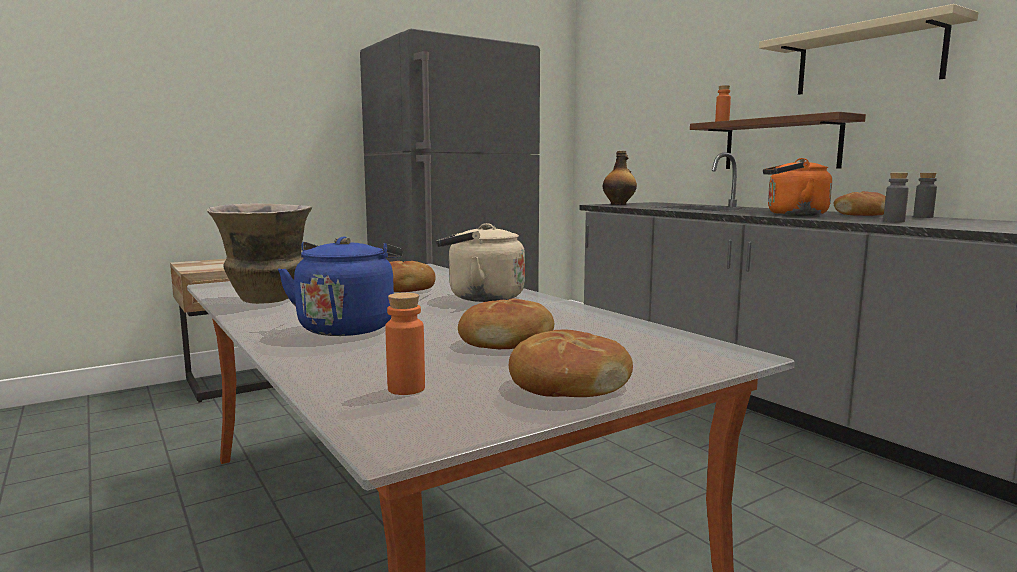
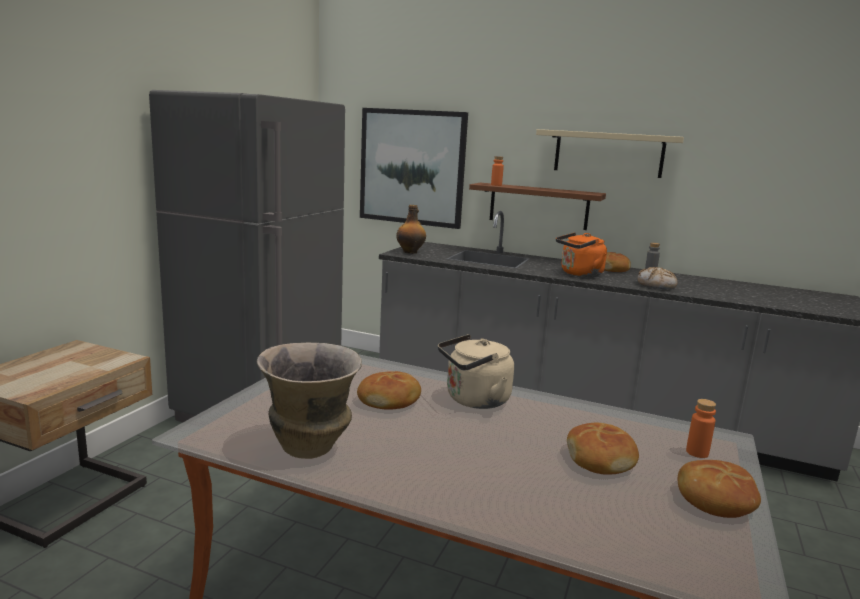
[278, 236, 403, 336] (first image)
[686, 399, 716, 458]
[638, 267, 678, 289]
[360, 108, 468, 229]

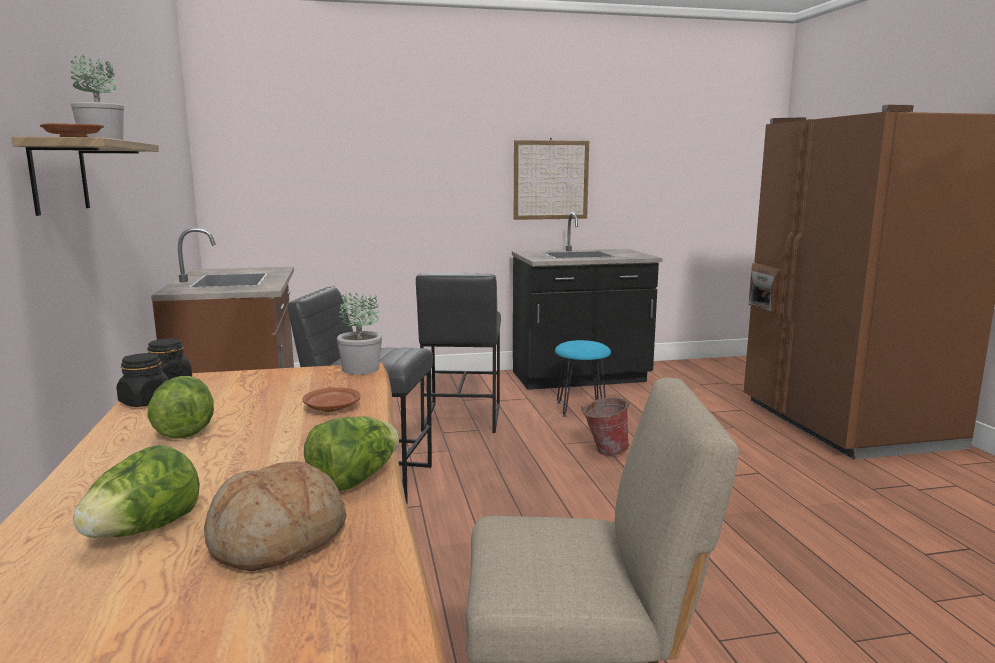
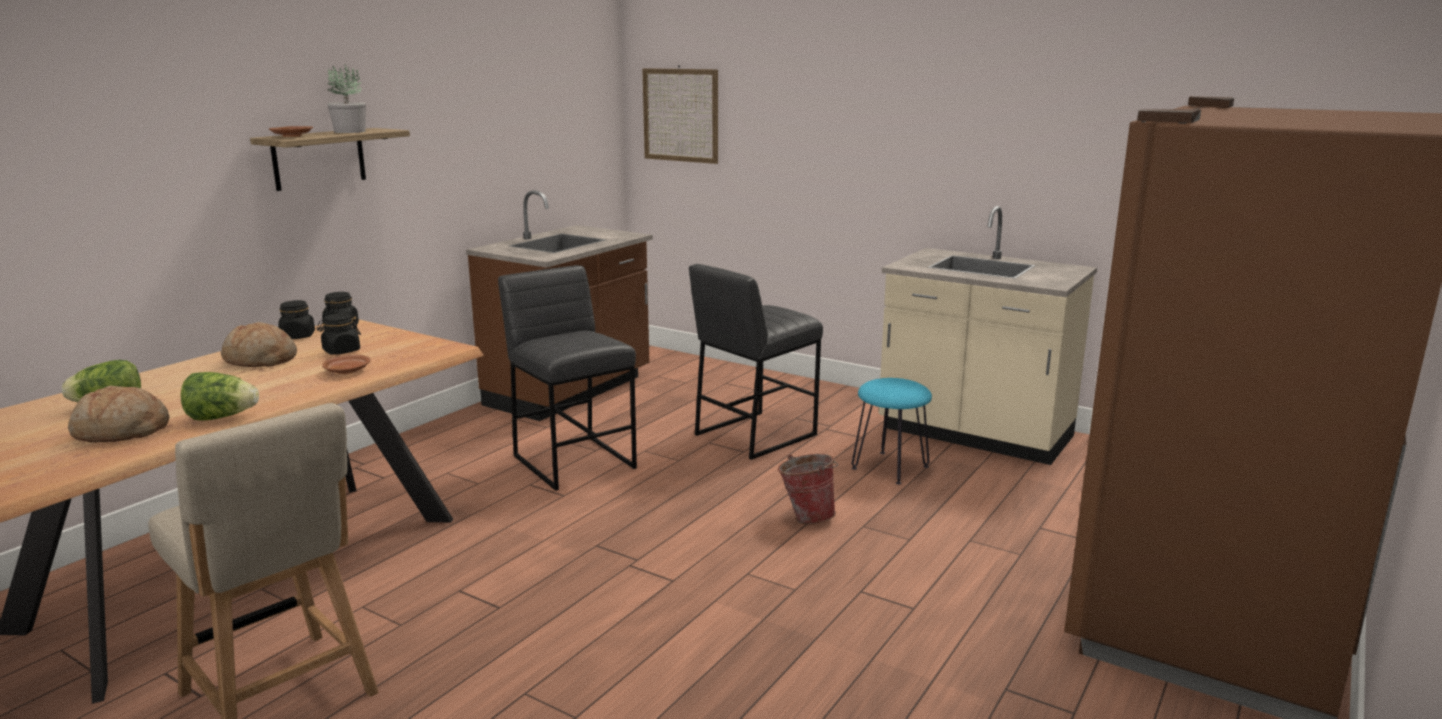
[221, 322, 297, 367]
[337, 293, 382, 375] (first image)
[878, 206, 1097, 465]
[642, 65, 718, 164]
[316, 313, 361, 355]

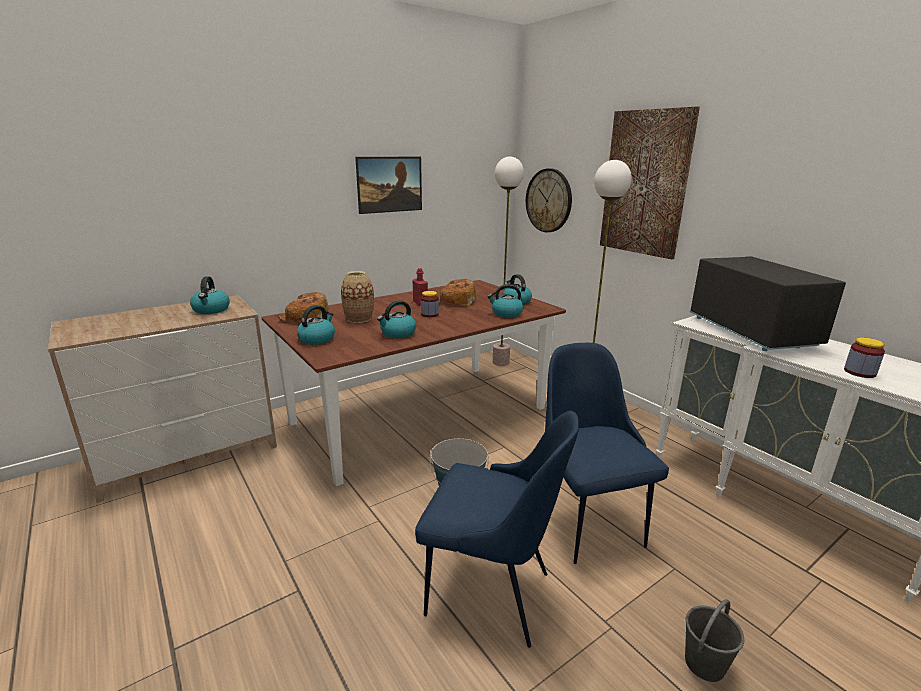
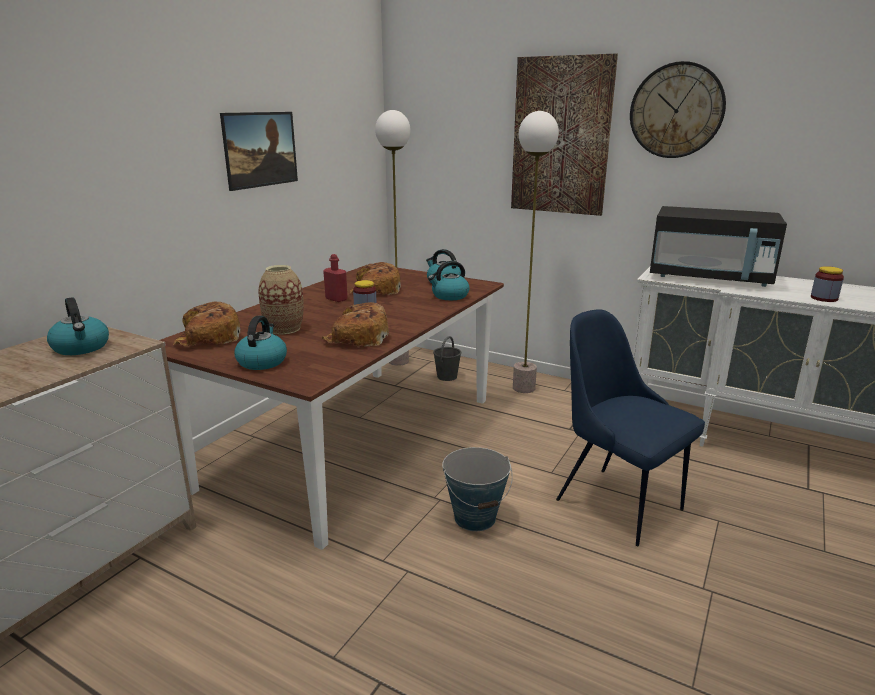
[322, 302, 389, 347]
[415, 411, 579, 648] (first image)
[630, 61, 726, 158]
[433, 336, 461, 381]
[650, 206, 787, 287]

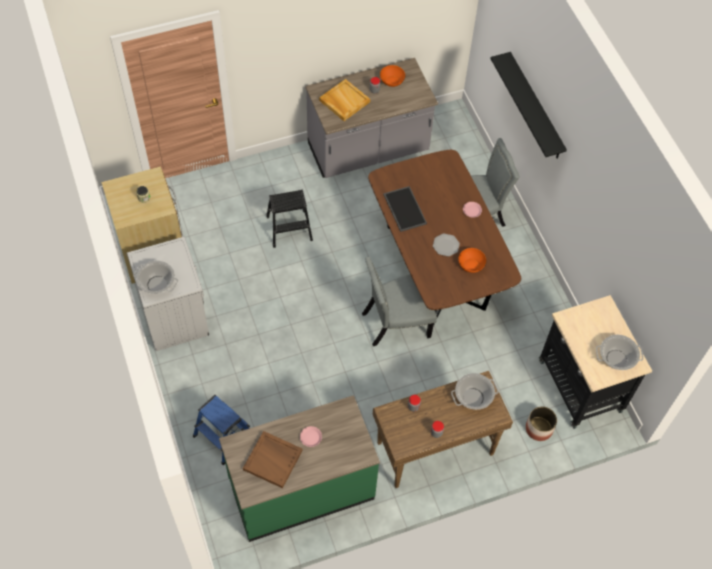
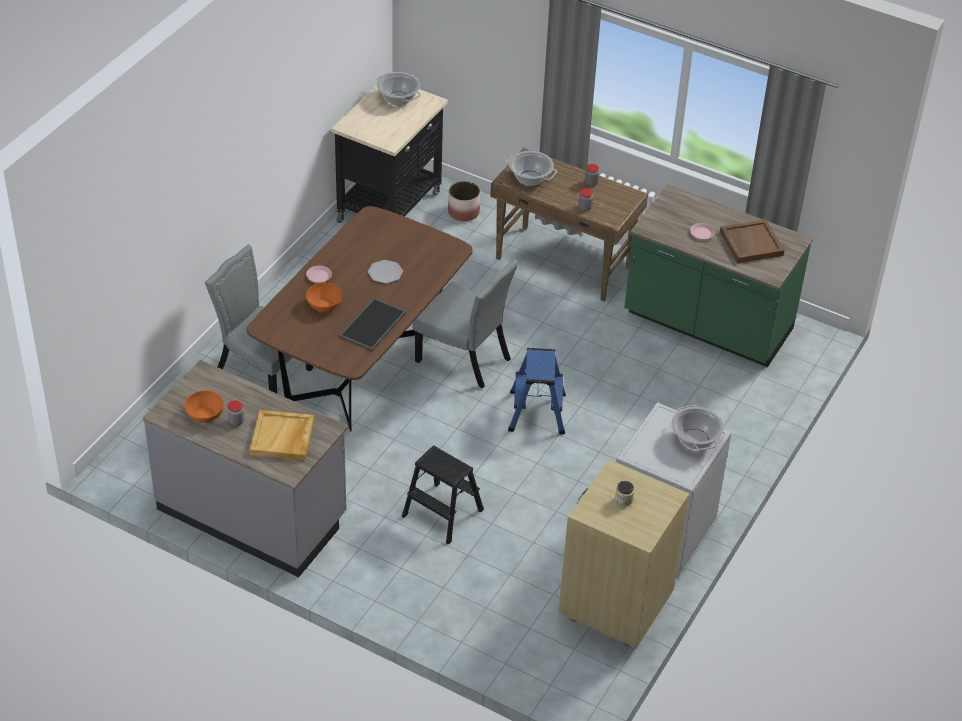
[508, 348, 566, 435]
[306, 283, 343, 312]
[490, 52, 567, 159] (first image)

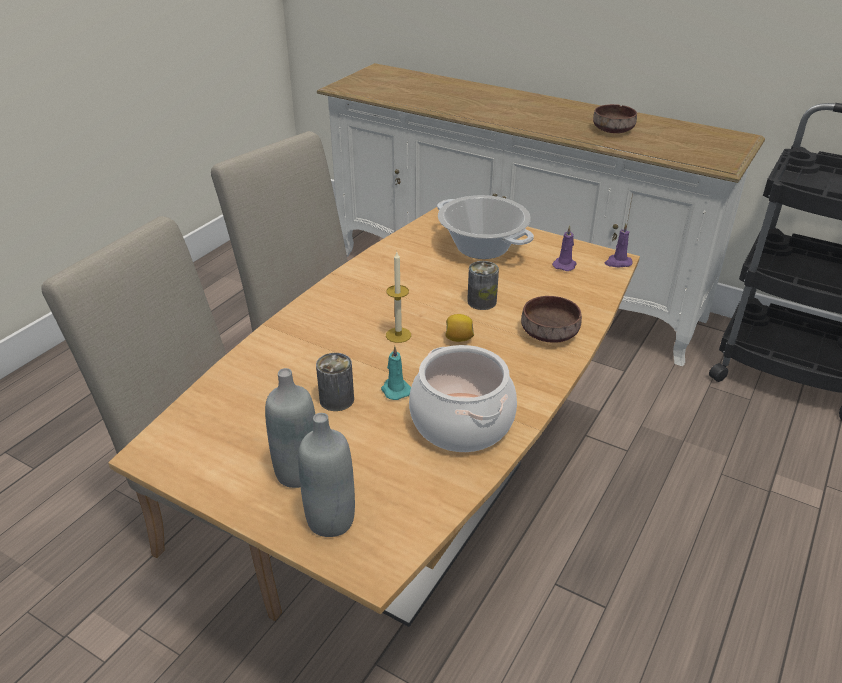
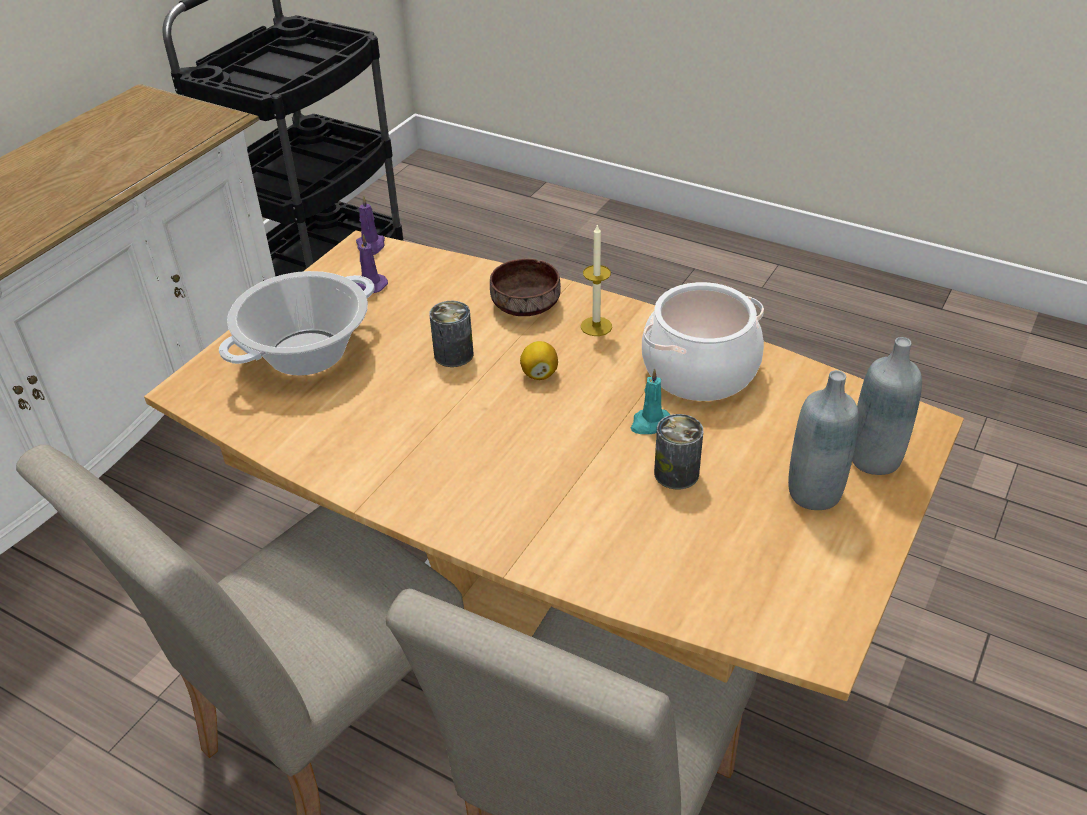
[581, 224, 612, 336]
[593, 104, 637, 133] (first image)

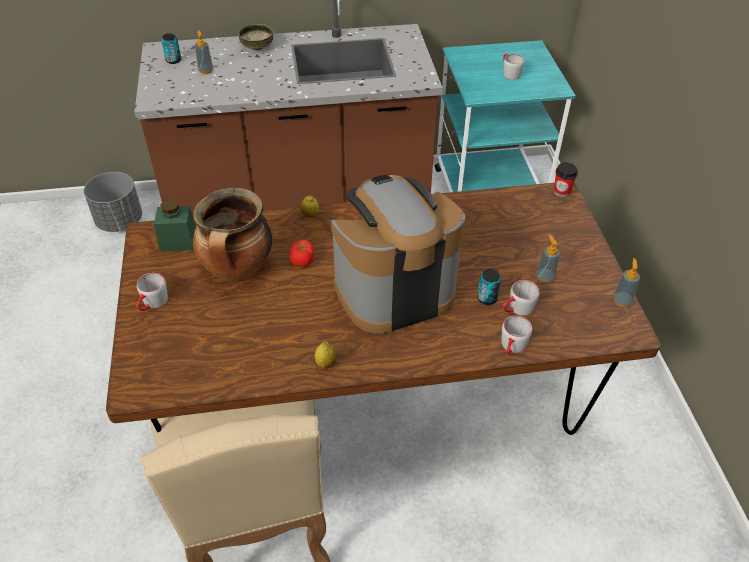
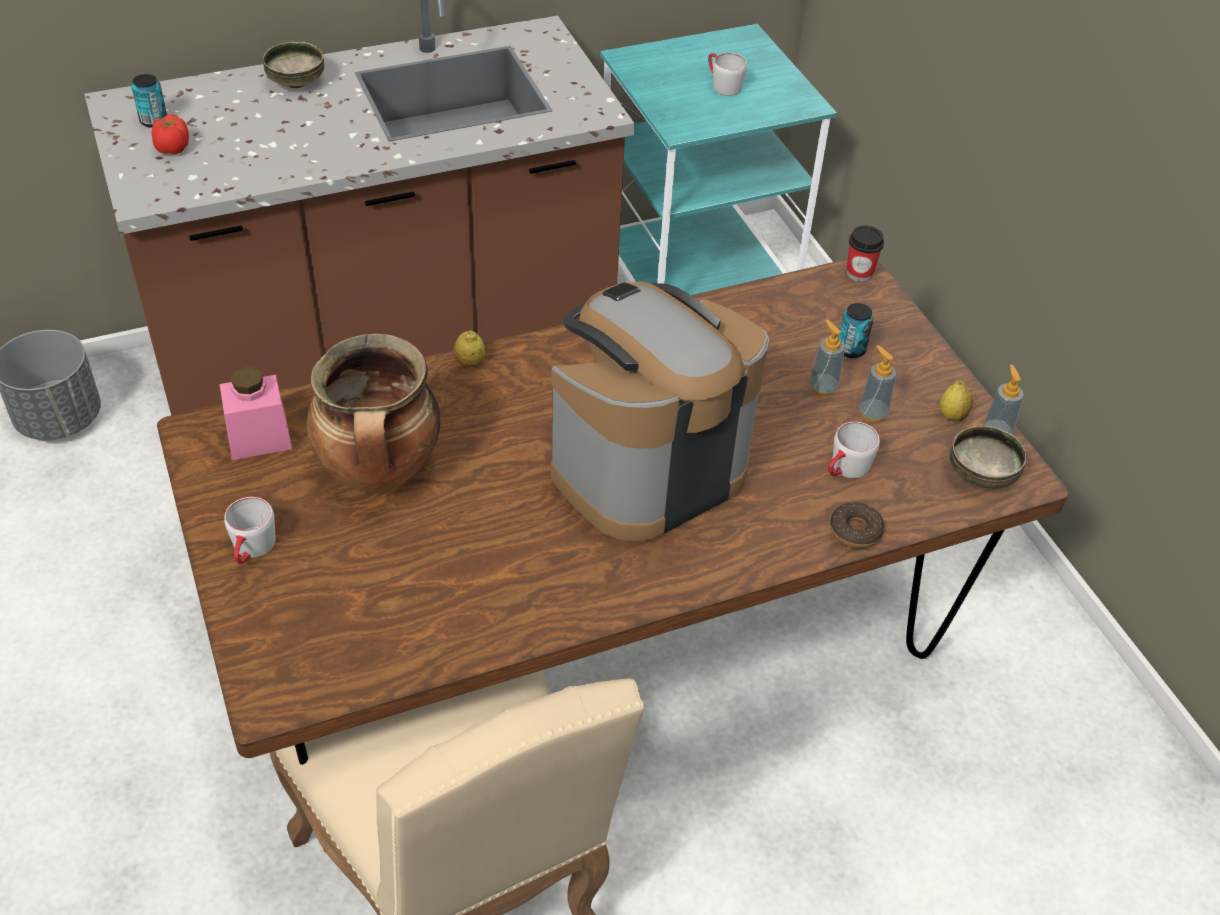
[219, 367, 292, 460]
[809, 320, 845, 396]
[152, 114, 189, 154]
[940, 380, 973, 421]
[838, 303, 874, 358]
[830, 502, 884, 548]
[950, 426, 1027, 489]

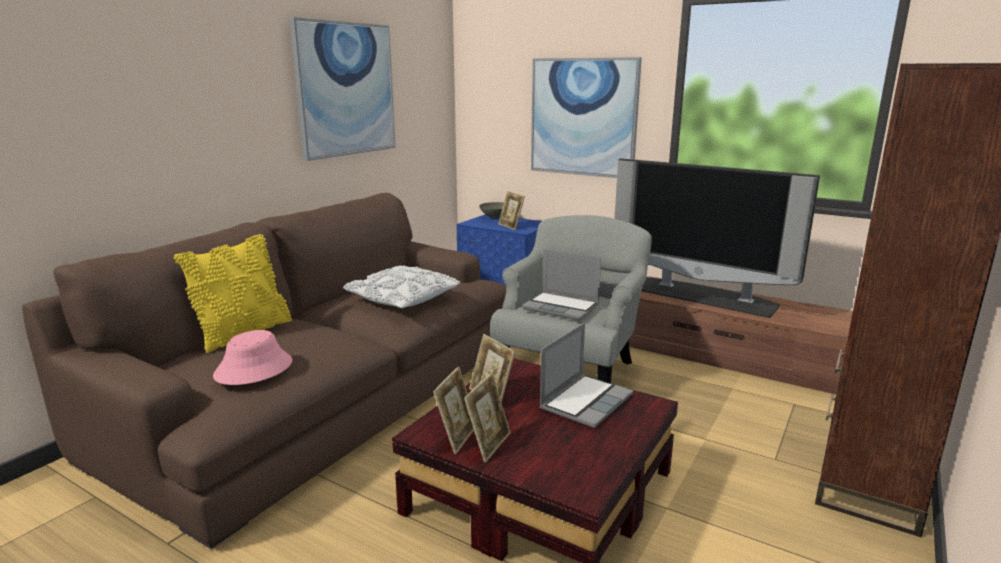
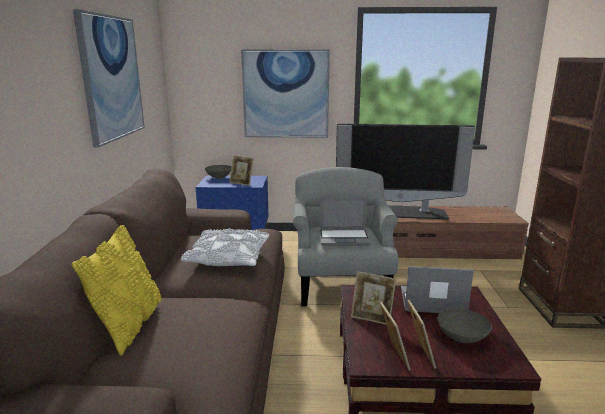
[213, 330, 292, 385] (first image)
[401, 266, 474, 313]
[437, 308, 492, 343]

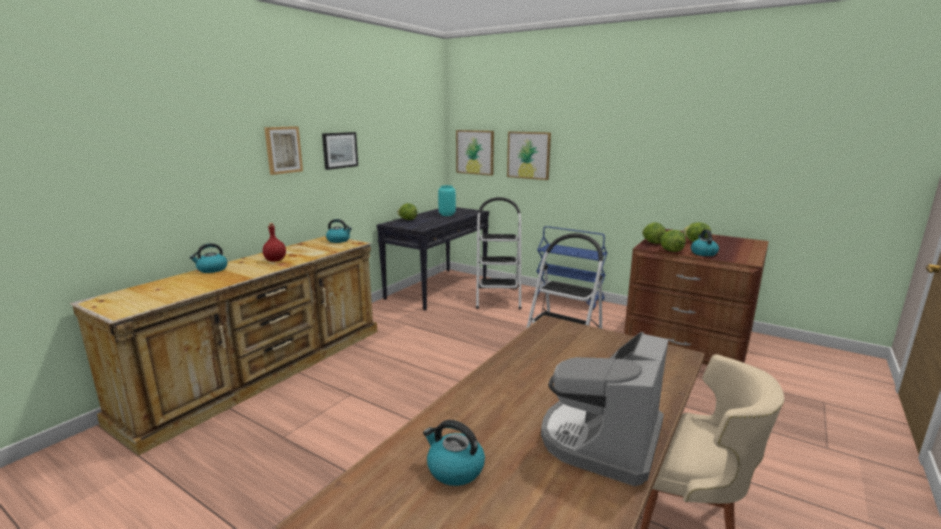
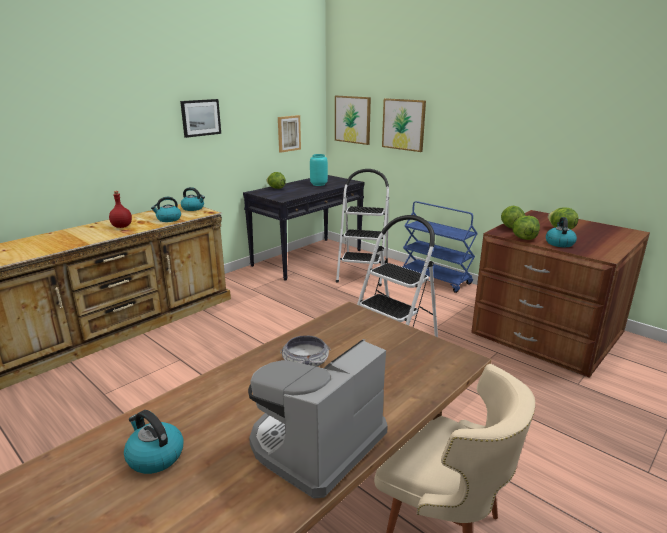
[151, 197, 181, 222]
[278, 115, 301, 153]
[280, 335, 331, 367]

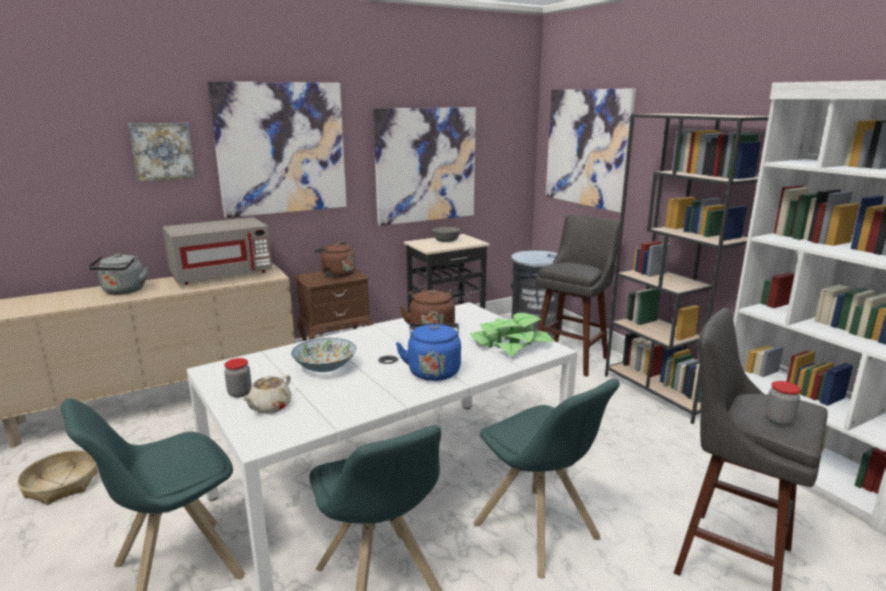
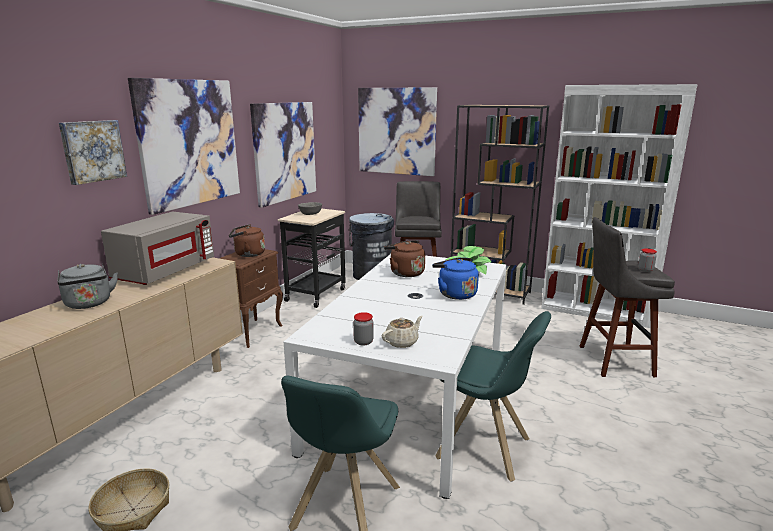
[382, 316, 423, 348]
[291, 338, 356, 372] (first image)
[474, 378, 620, 578] (first image)

